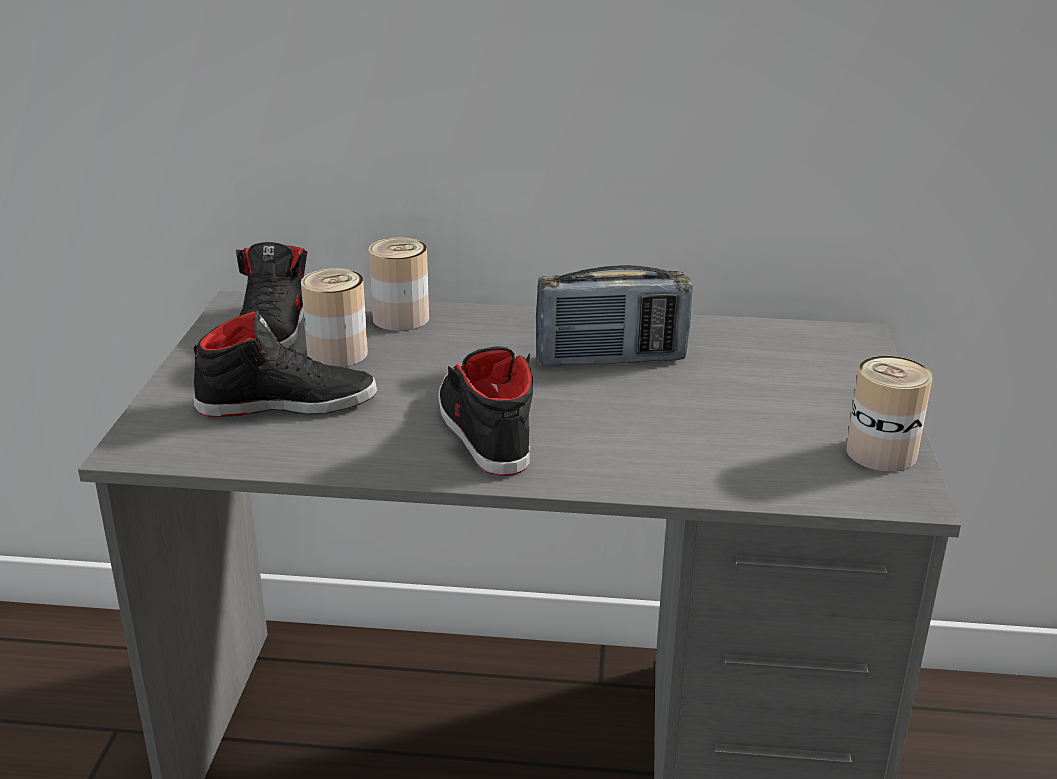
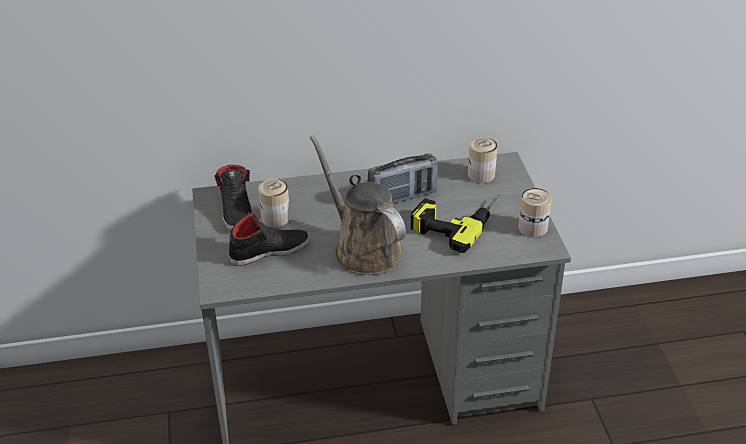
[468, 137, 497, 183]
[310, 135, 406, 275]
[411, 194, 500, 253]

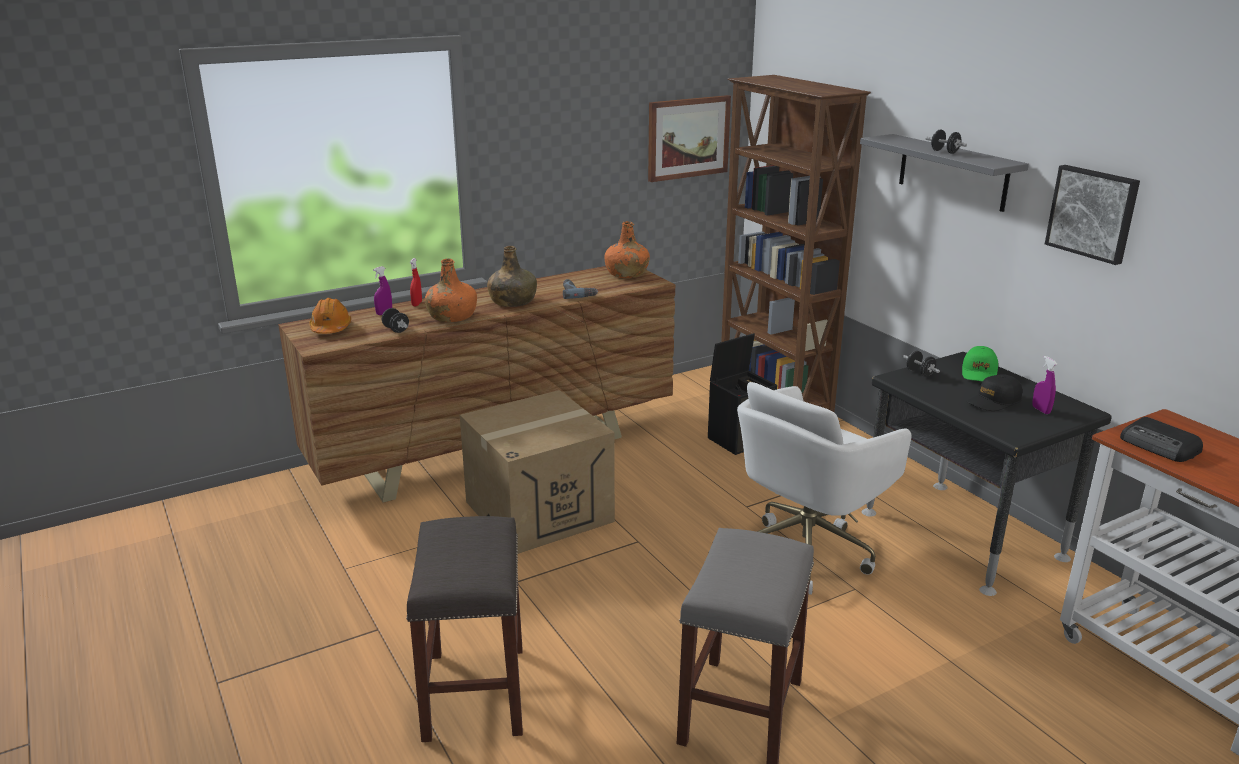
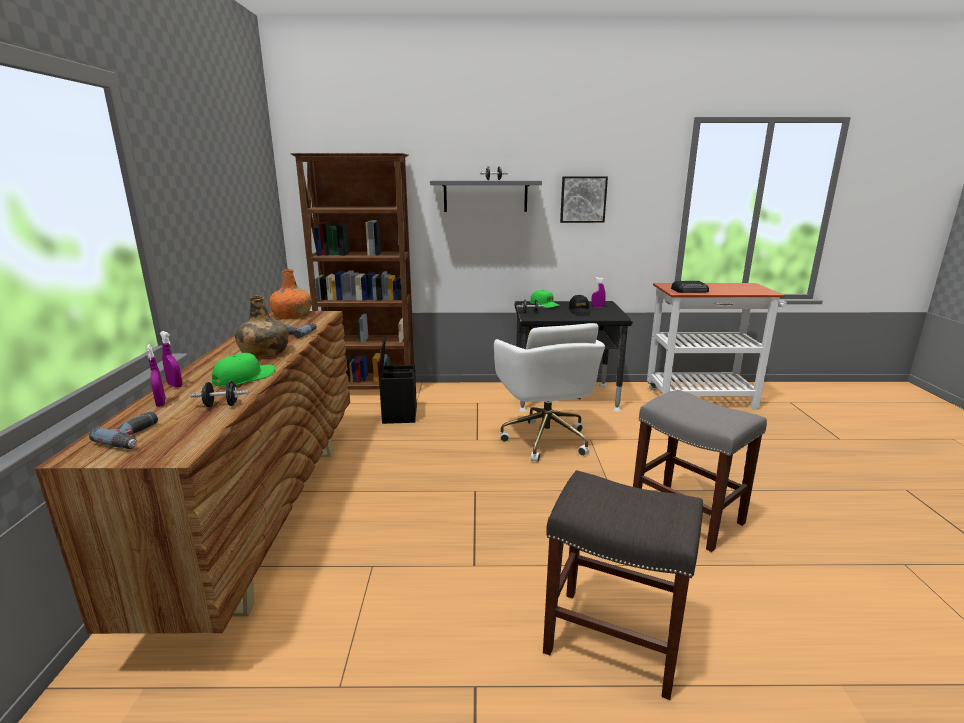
[89, 411, 158, 449]
[160, 331, 182, 388]
[212, 353, 275, 387]
[460, 390, 615, 554] (first image)
[648, 95, 731, 182] (first image)

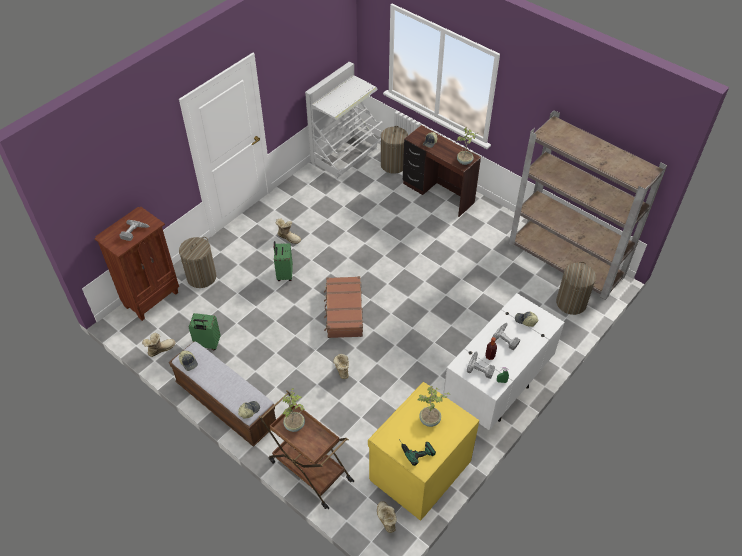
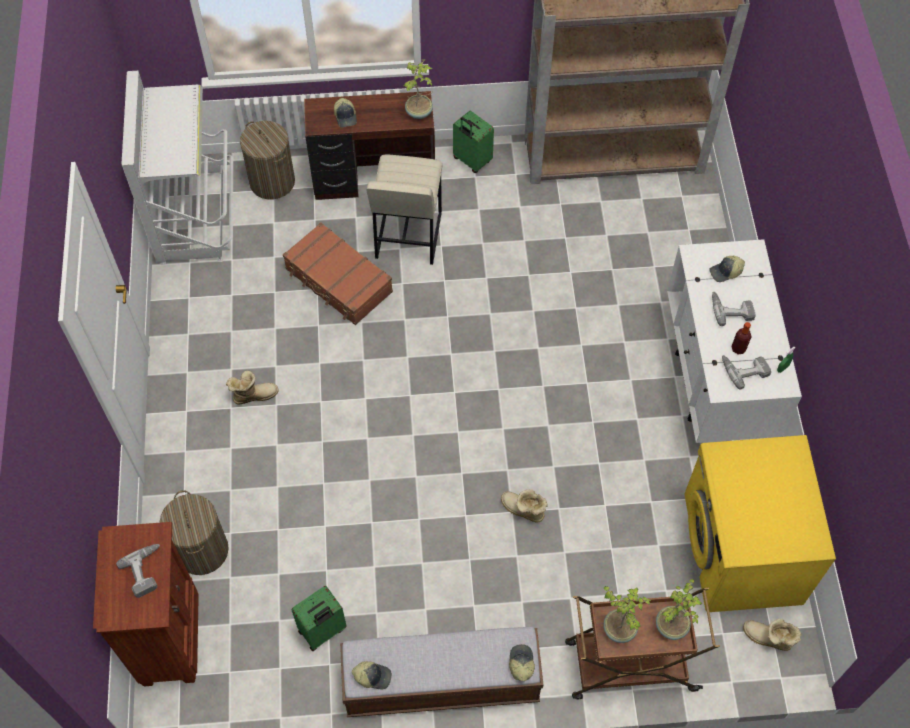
[142, 333, 176, 357] (first image)
[453, 111, 494, 173]
[283, 222, 393, 325]
[400, 441, 436, 466] (first image)
[656, 579, 703, 640]
[556, 262, 596, 315] (first image)
[366, 155, 442, 265]

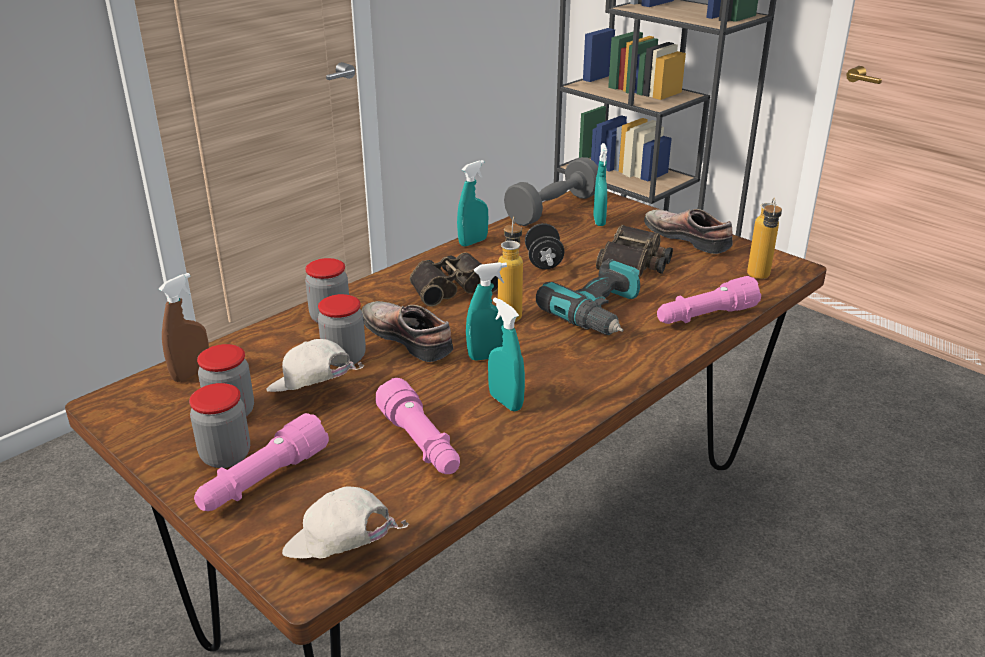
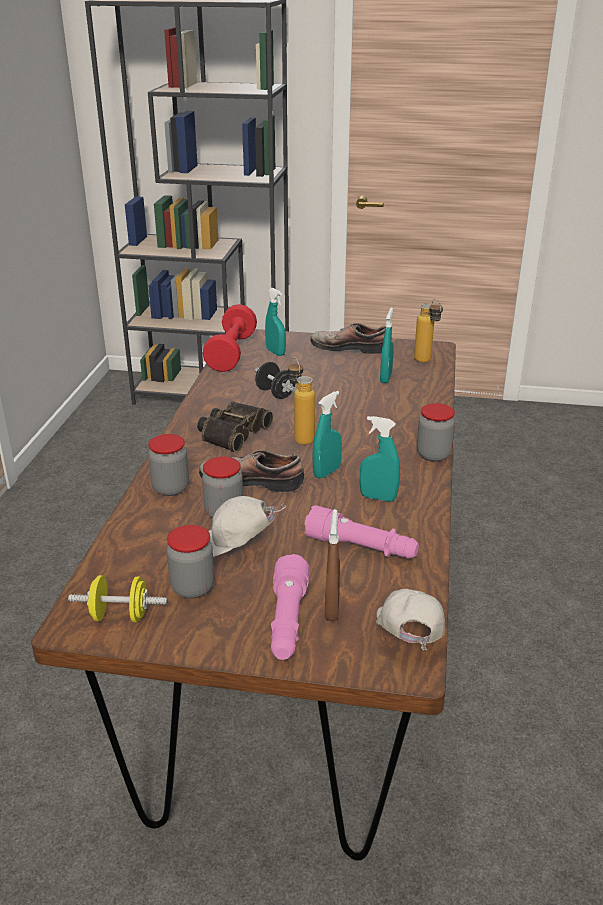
[325, 509, 340, 621]
[417, 403, 455, 462]
[376, 589, 445, 650]
[380, 308, 394, 383]
[203, 304, 257, 372]
[536, 259, 640, 335] (first image)
[596, 225, 673, 277] (first image)
[657, 276, 761, 324] (first image)
[68, 575, 167, 622]

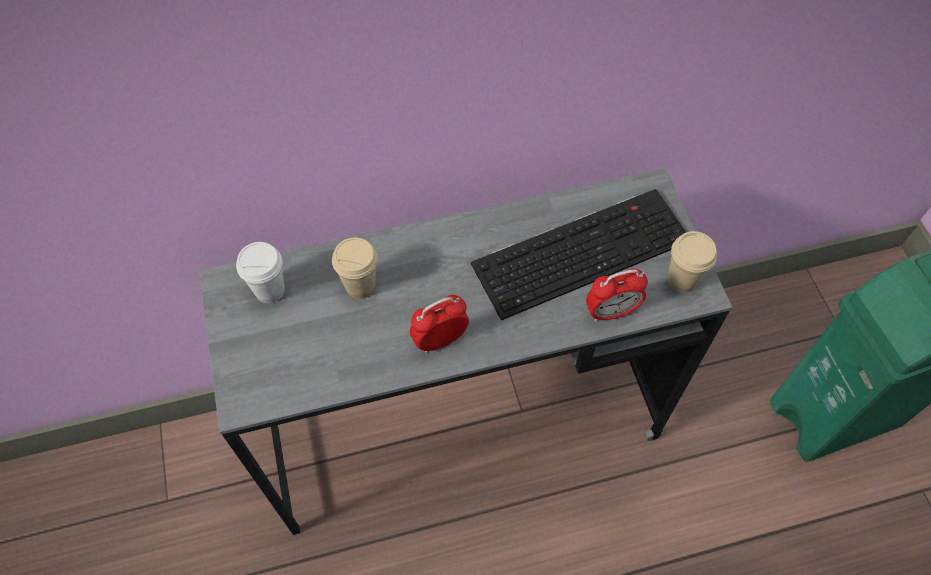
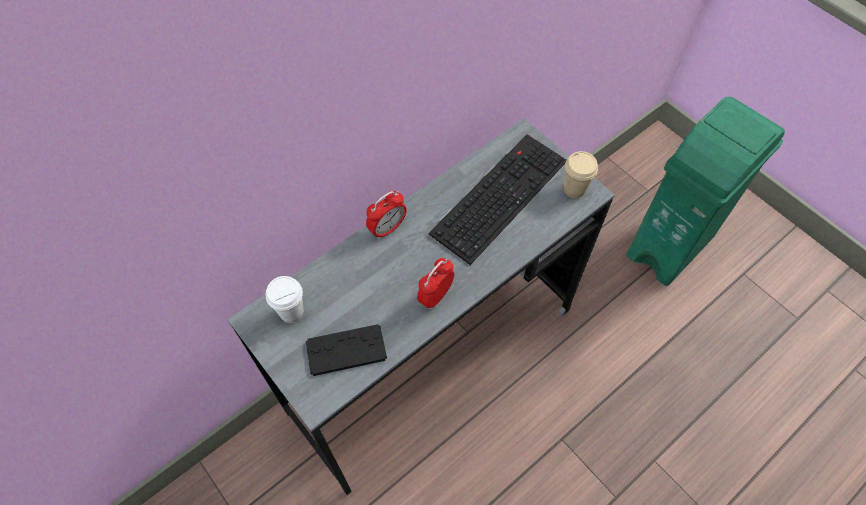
[332, 237, 378, 299] (first image)
[366, 191, 407, 239]
[306, 324, 387, 376]

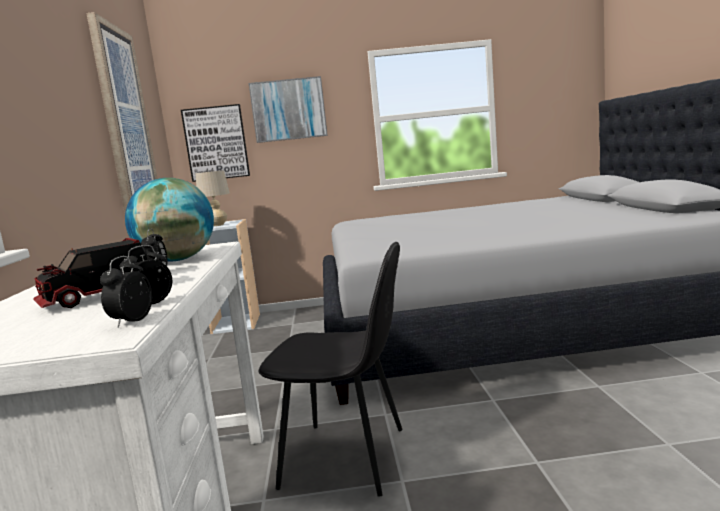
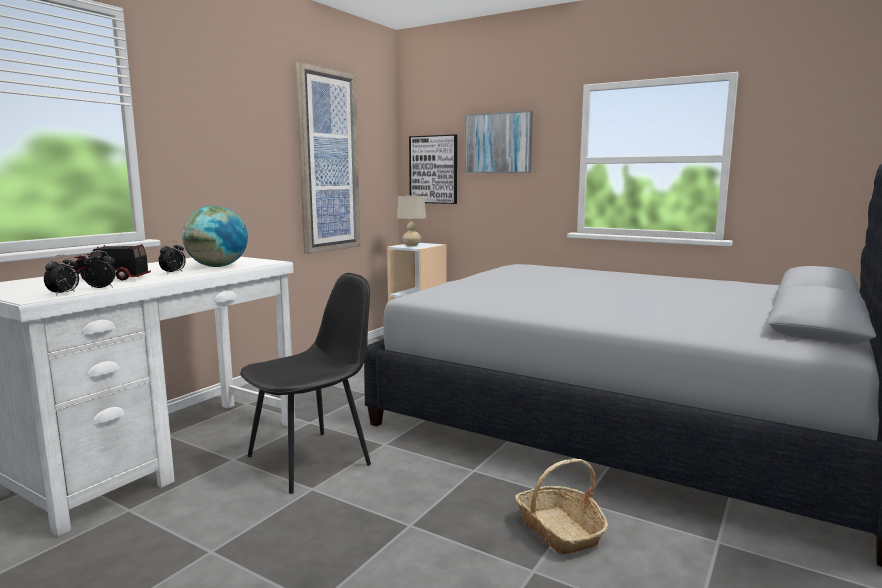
[44, 255, 79, 296]
[240, 273, 371, 494]
[515, 459, 608, 554]

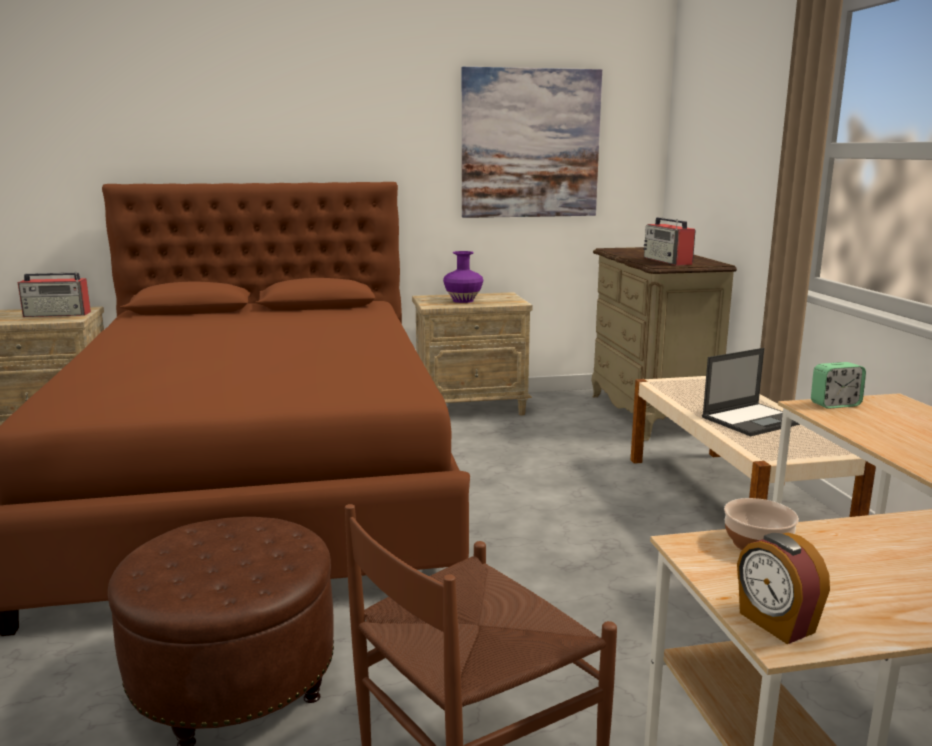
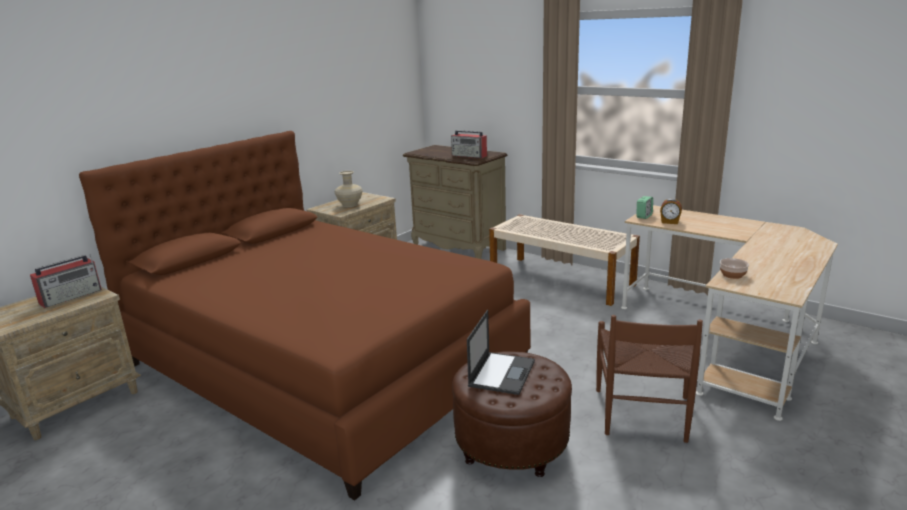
[335, 171, 363, 207]
[462, 67, 602, 218] (first image)
[467, 310, 535, 395]
[660, 199, 682, 224]

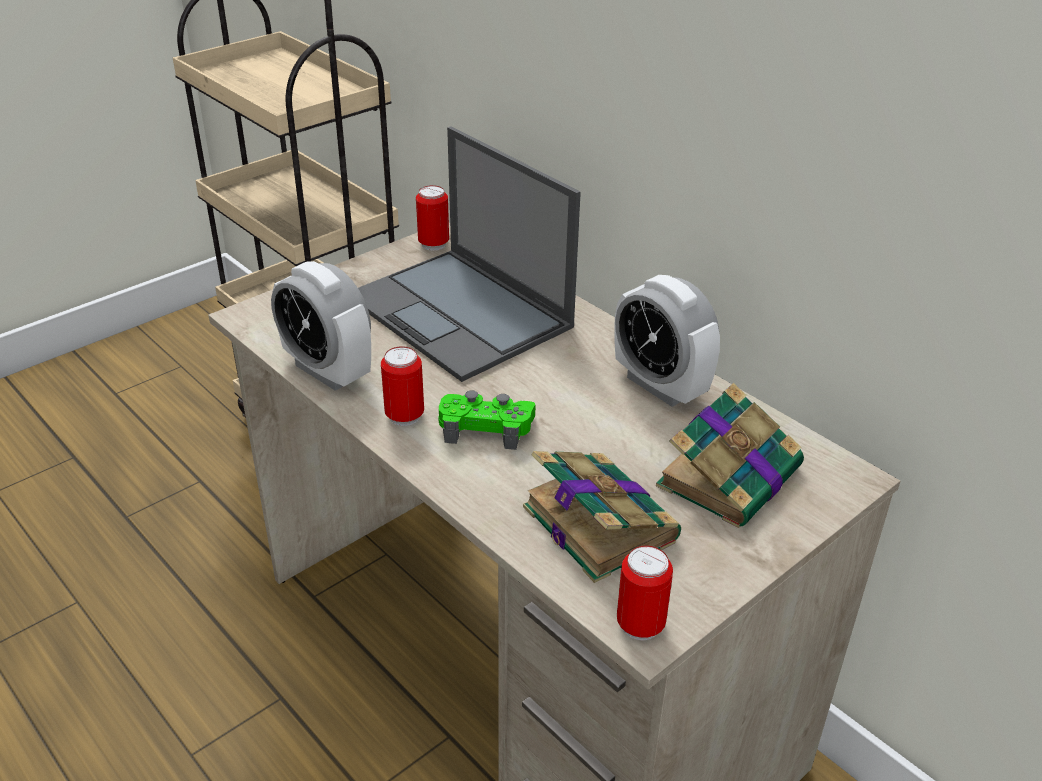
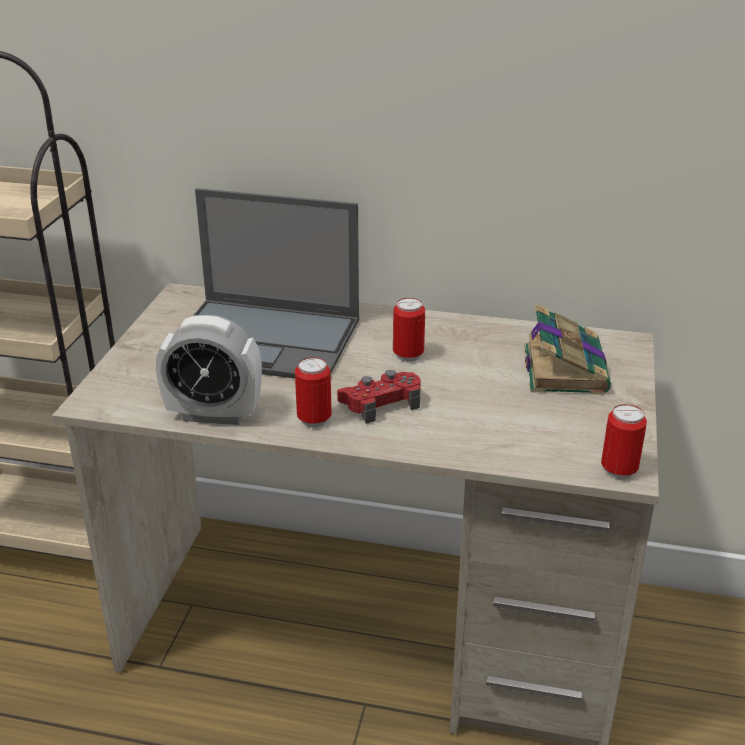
[393, 298, 425, 362]
[337, 370, 421, 424]
[523, 451, 681, 583] (first image)
[614, 275, 720, 407] (first image)

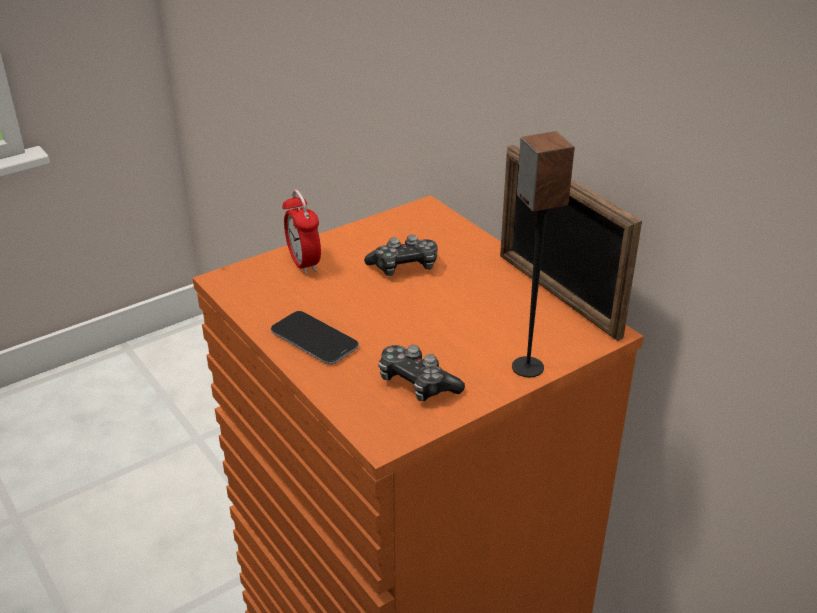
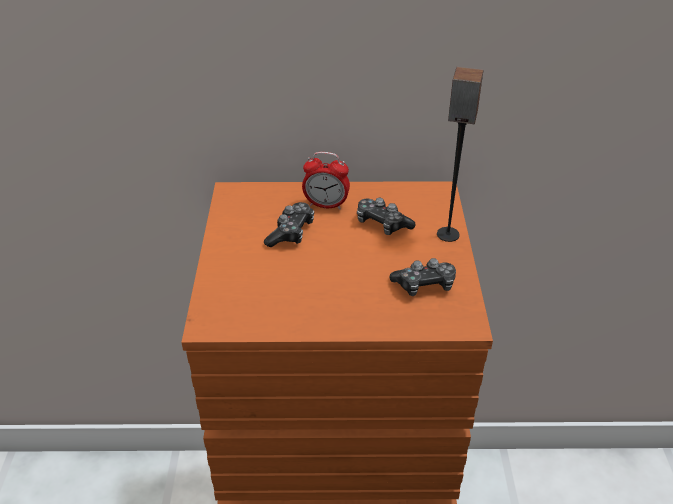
[271, 311, 359, 365] (first image)
[302, 152, 350, 209]
[500, 145, 642, 341] (first image)
[357, 198, 416, 235]

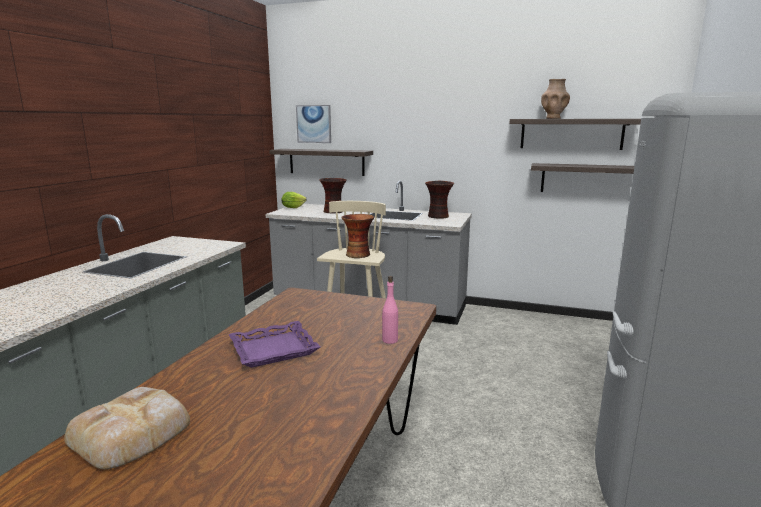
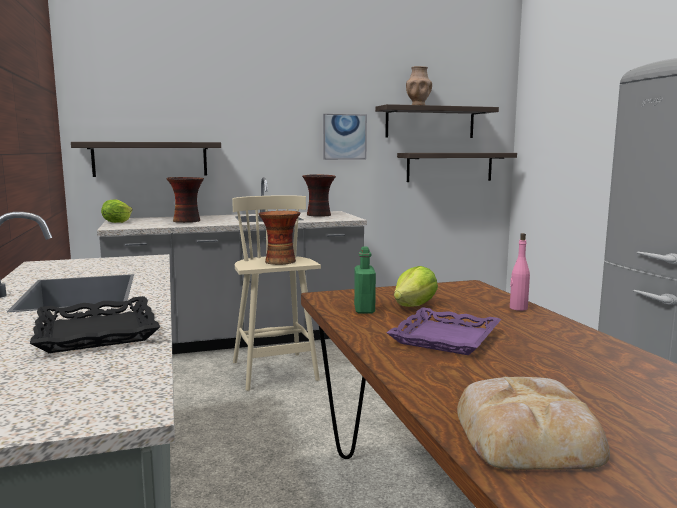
[323, 114, 367, 160]
[30, 296, 160, 353]
[354, 247, 376, 314]
[394, 266, 438, 307]

